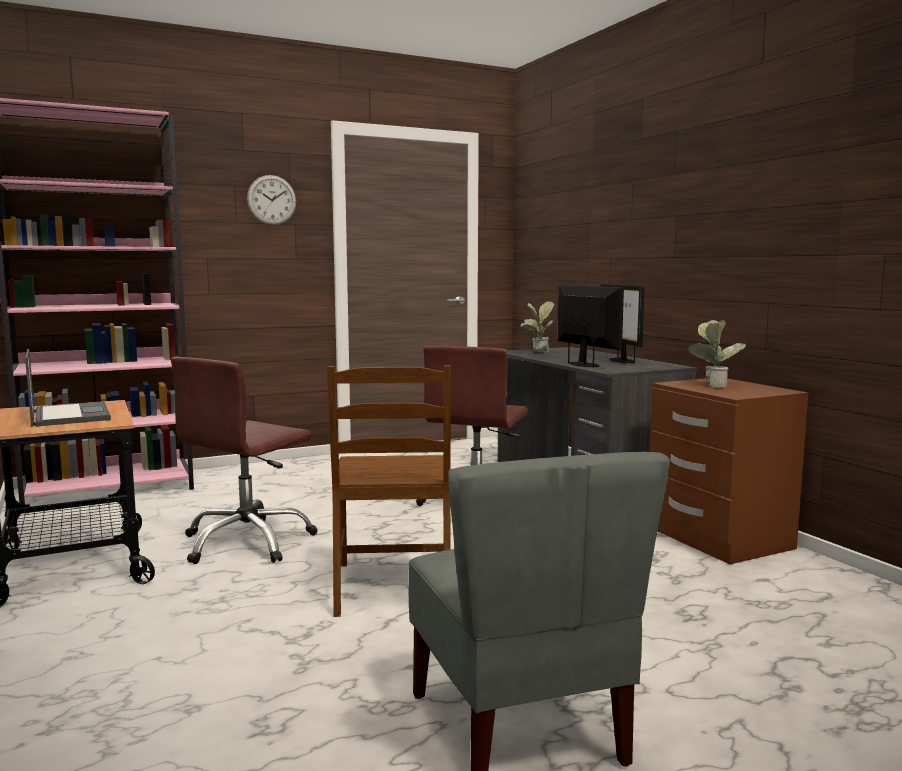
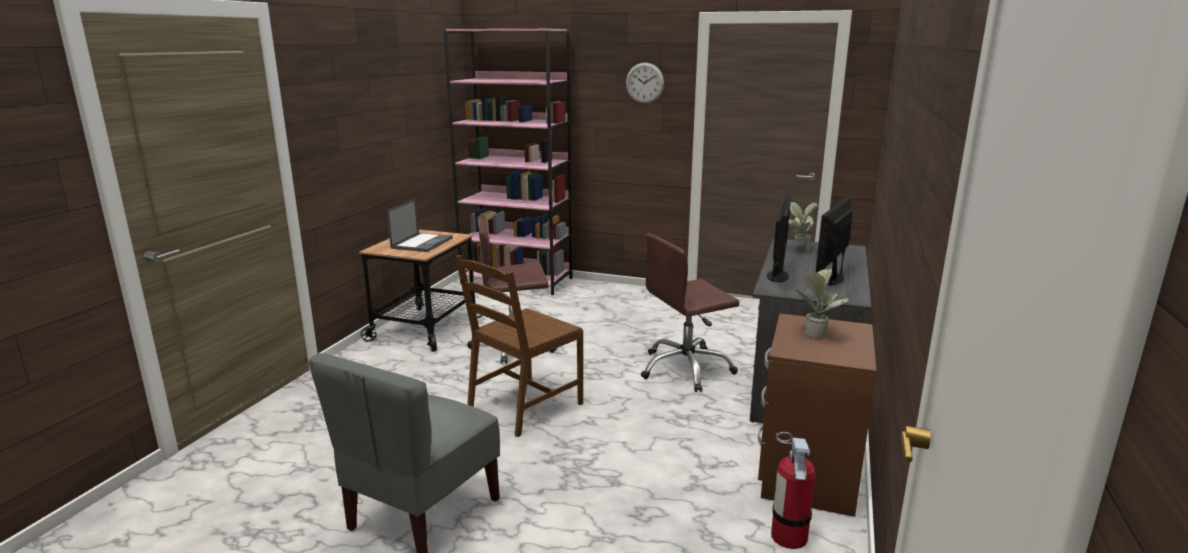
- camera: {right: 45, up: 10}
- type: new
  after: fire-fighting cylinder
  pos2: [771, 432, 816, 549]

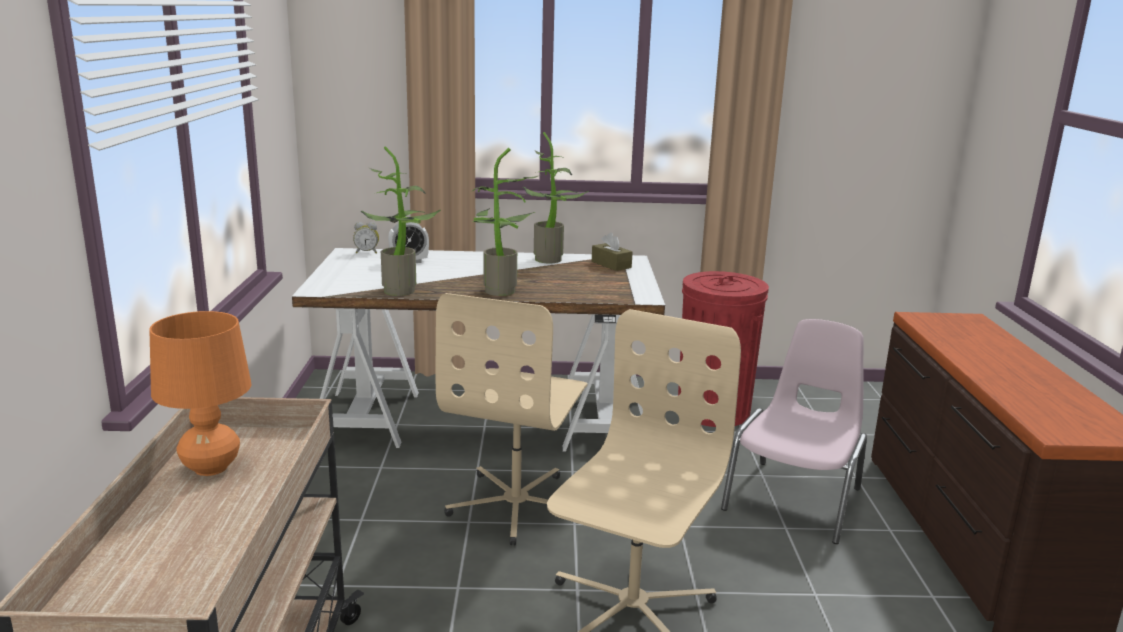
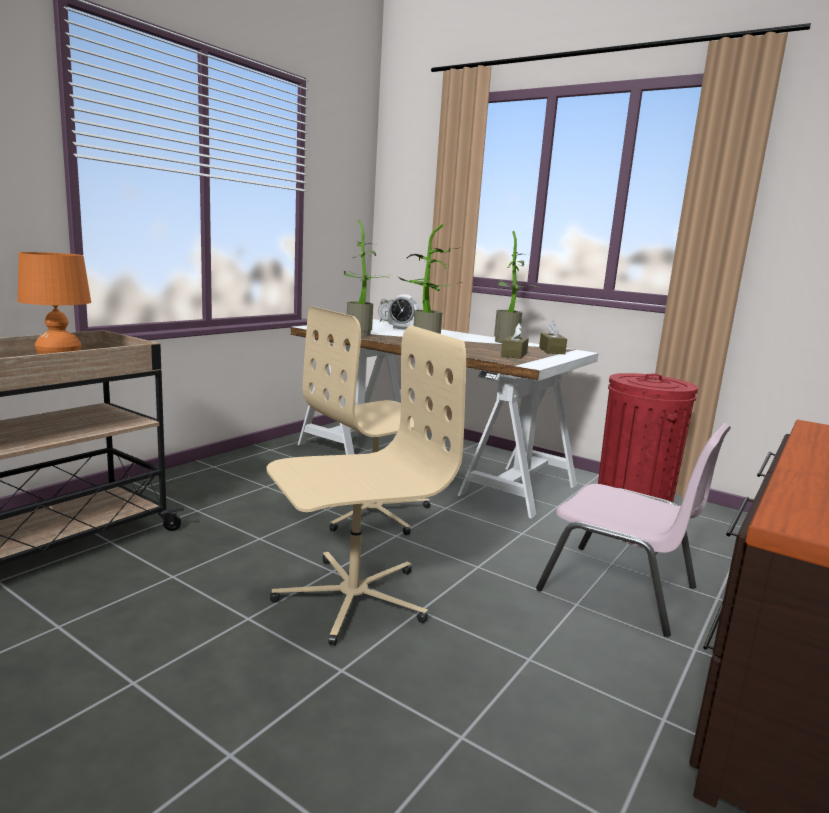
- camera: {right: 35, up: -5}
- type: rotated
  before: pinkish upright chair
  pos1: [721, 319, 867, 544]
  pos2: [536, 423, 731, 637]
  turn: 60
- type: new
  after: brown box of tissues
  pos2: [501, 323, 529, 359]

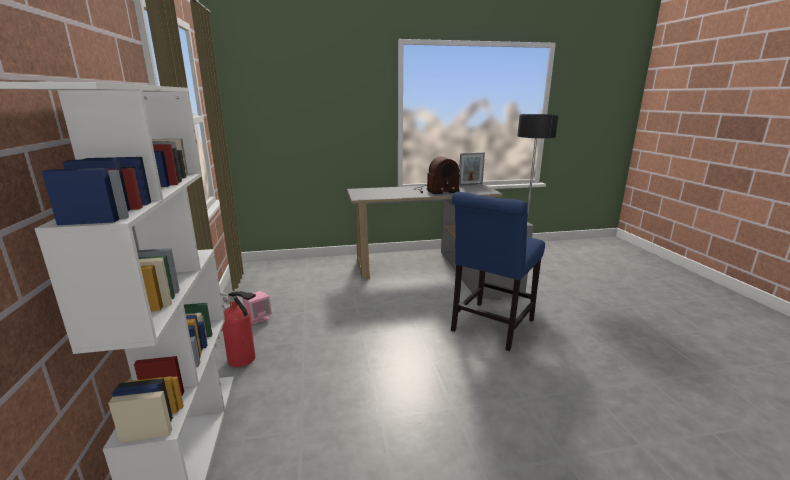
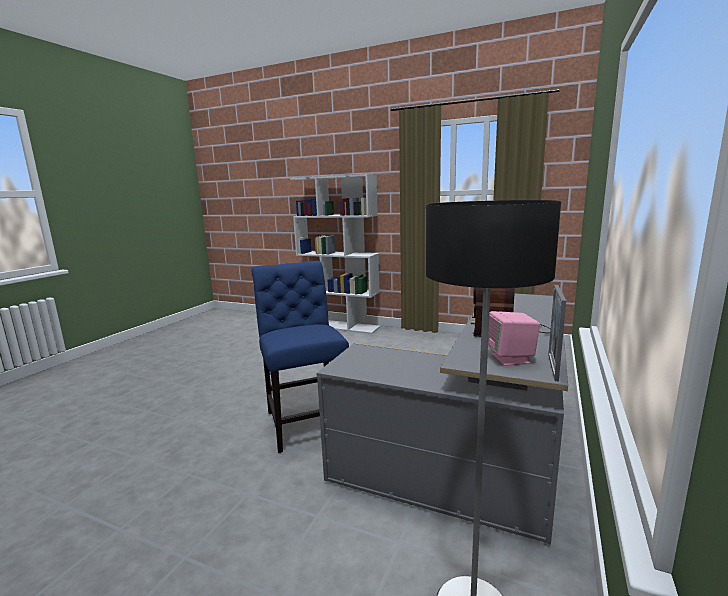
- camera: {right: 125, up: -5}
- type: gone
  before: fire-fighting cylinder
  pos1: [221, 291, 256, 367]
- type: shifted
  before: pinkish audio speaker
  pos1: [242, 291, 272, 324]
  pos2: [488, 311, 540, 366]

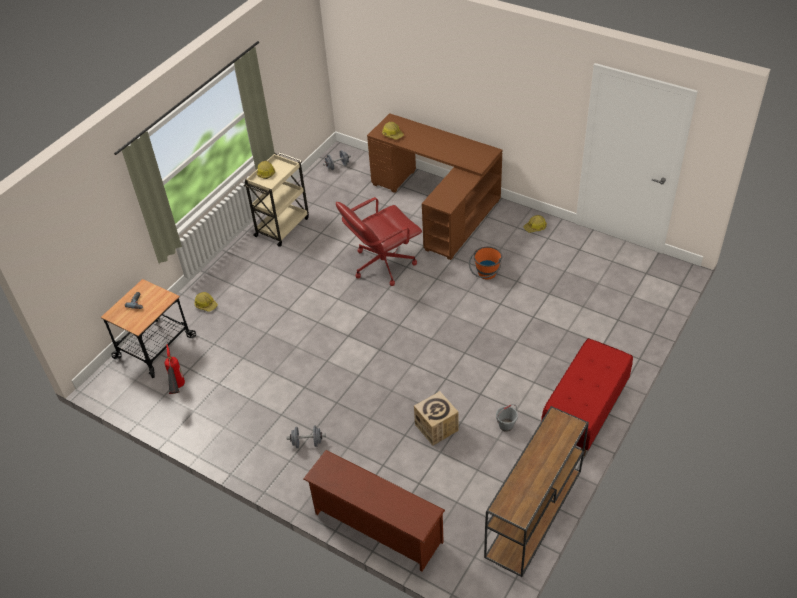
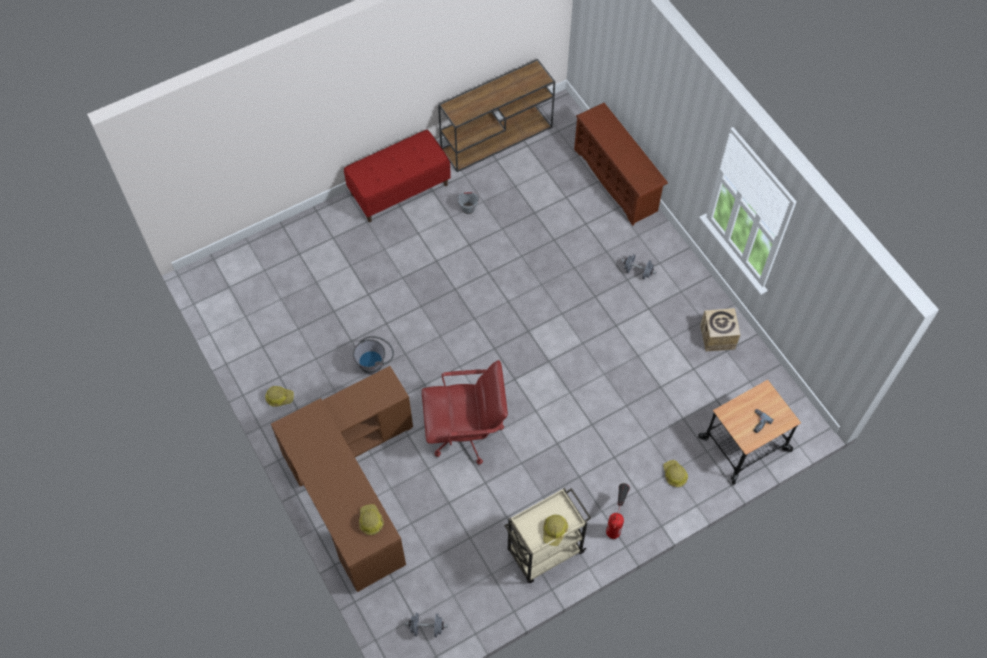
- camera: {right: -155, up: 15}
- type: shifted
  before: fire-fighting cylinder
  pos1: [165, 344, 185, 394]
  pos2: [606, 483, 630, 539]
- type: shifted
  before: carton
  pos1: [414, 391, 459, 446]
  pos2: [700, 308, 741, 351]
- type: repainted
  before: orange water bucket
  after: grey water bucket
  pos1: [469, 246, 502, 279]
  pos2: [353, 336, 394, 375]

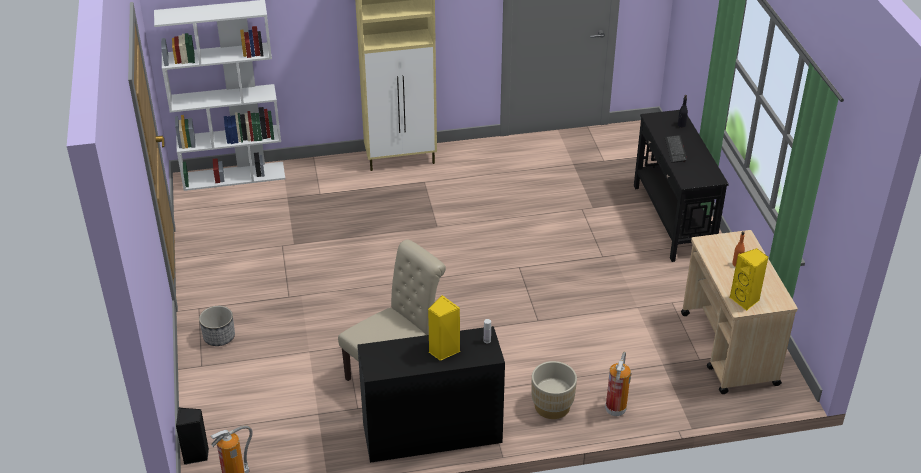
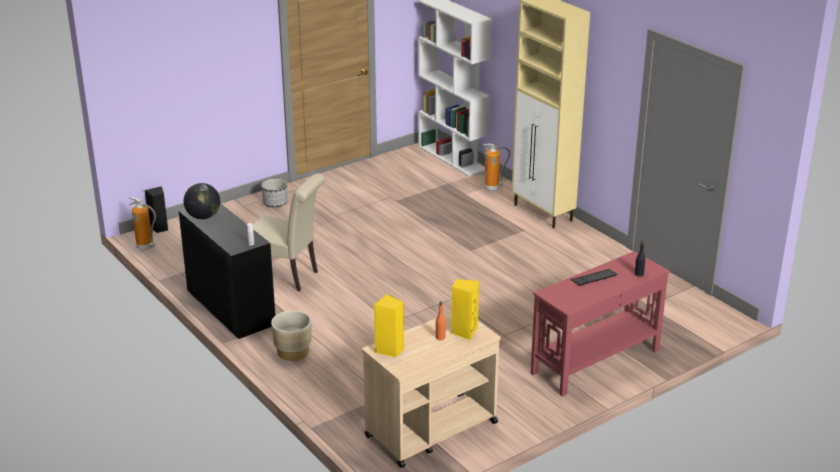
- camera: {right: 65, up: -10}
- type: shifted
  before: yellow-coloured audio speaker
  pos1: [428, 295, 460, 361]
  pos2: [451, 279, 479, 340]
- type: shifted
  before: fire-fighting cylinder
  pos1: [605, 352, 631, 416]
  pos2: [482, 143, 510, 191]
- type: repainted
  before: black console table
  after: reddish console table
  pos1: [634, 110, 729, 262]
  pos2: [530, 251, 670, 397]
- type: new
  after: globe
  pos2: [184, 183, 220, 219]

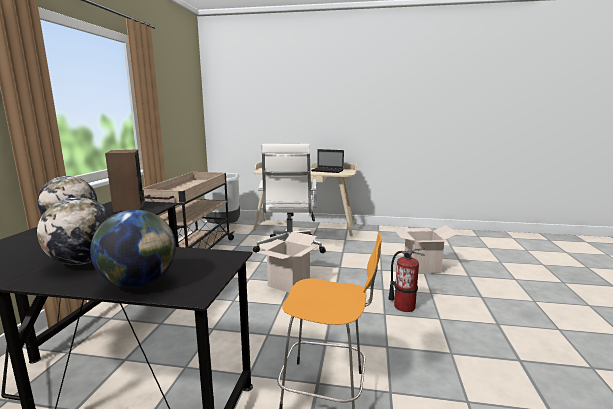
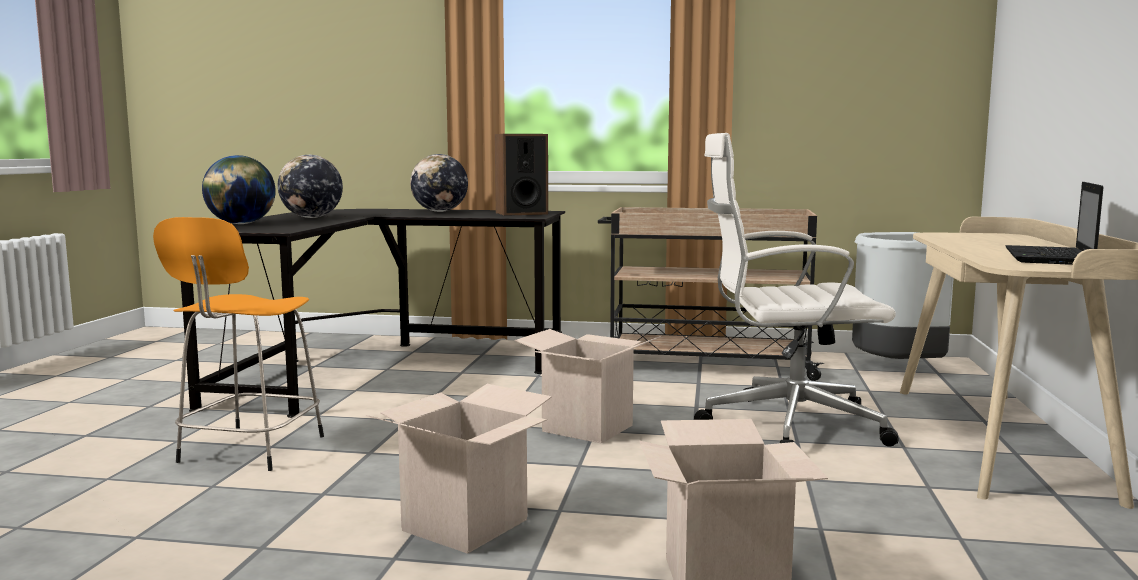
- camera: {right: 90, up: -5}
- type: swapped
  before: fire-fighting cylinder
  after: carton
  pos1: [389, 248, 425, 312]
  pos2: [366, 384, 552, 554]

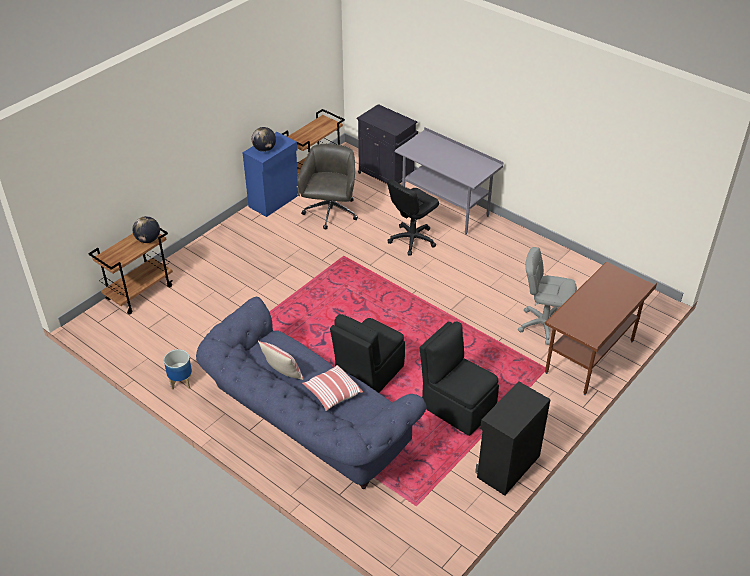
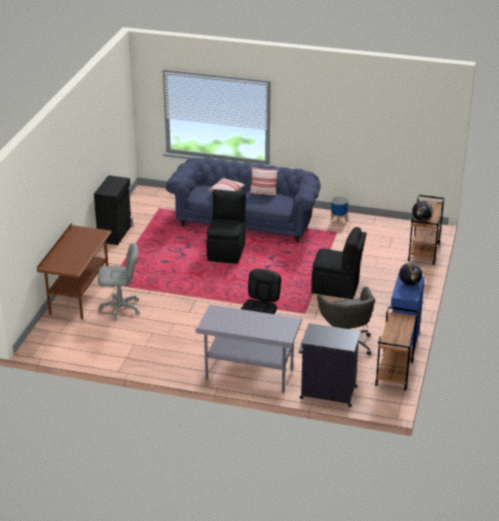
- camera: {right: 155, up: -10}
- type: shifted
  before: black upright chair
  pos1: [419, 321, 499, 436]
  pos2: [311, 227, 367, 299]

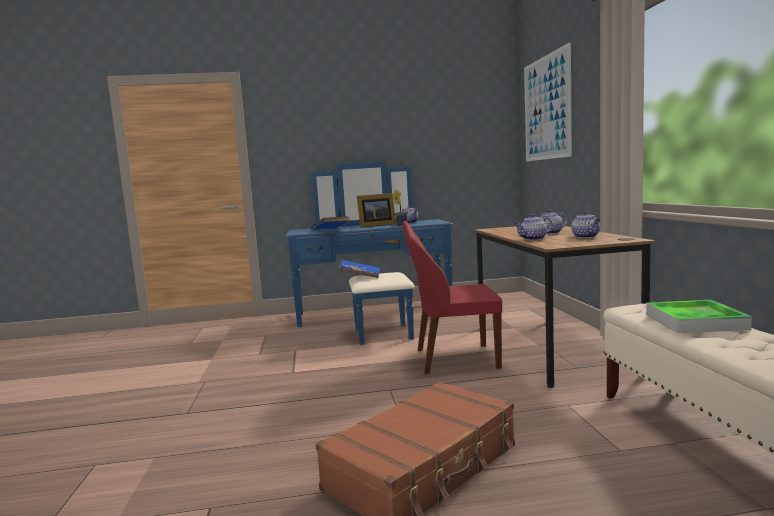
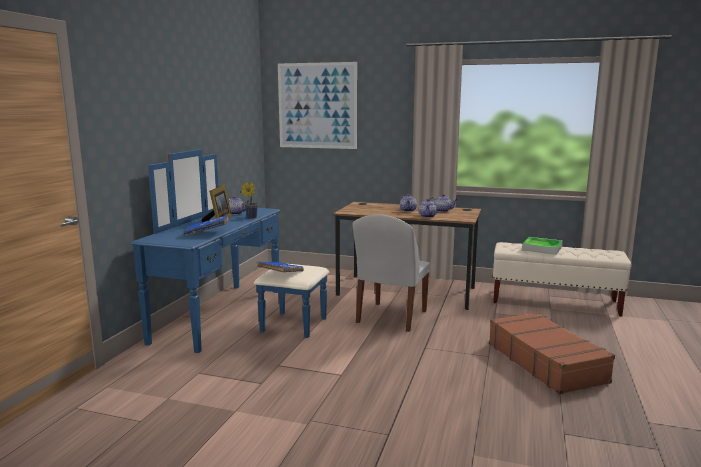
- camera: {right: -65, up: 5}
- type: repainted
  before: reddish upright chair
  after: whitish upright chair
  pos1: [403, 221, 502, 374]
  pos2: [353, 215, 430, 332]

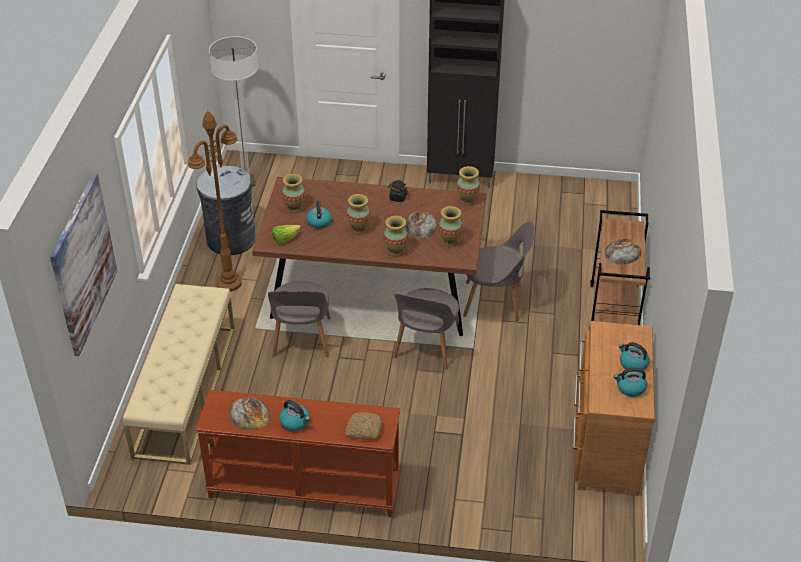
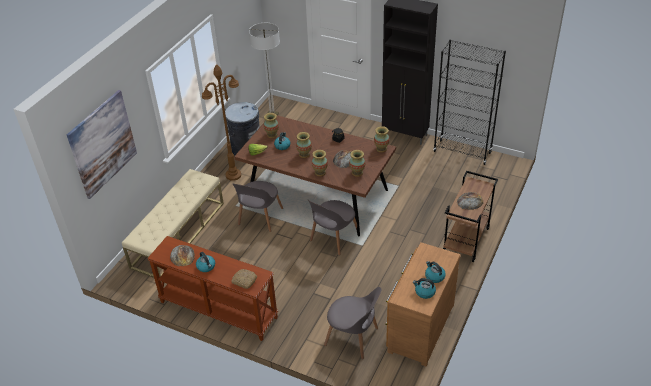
- camera: {right: 20, up: 0}
- type: shifted
  before: grey upright chair
  pos1: [463, 221, 535, 321]
  pos2: [324, 287, 381, 359]
- type: new
  after: black bookcase
  pos2: [433, 39, 506, 165]

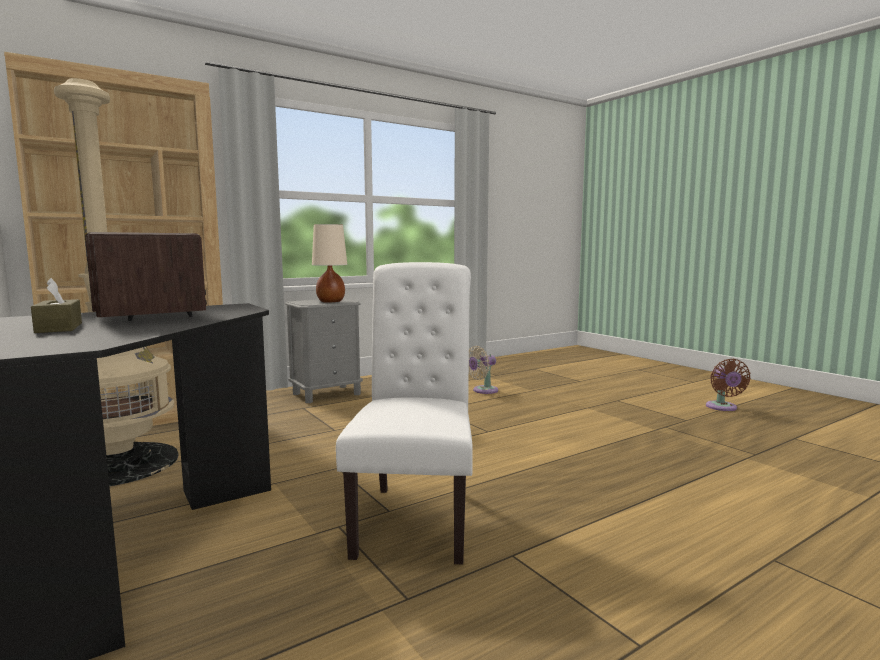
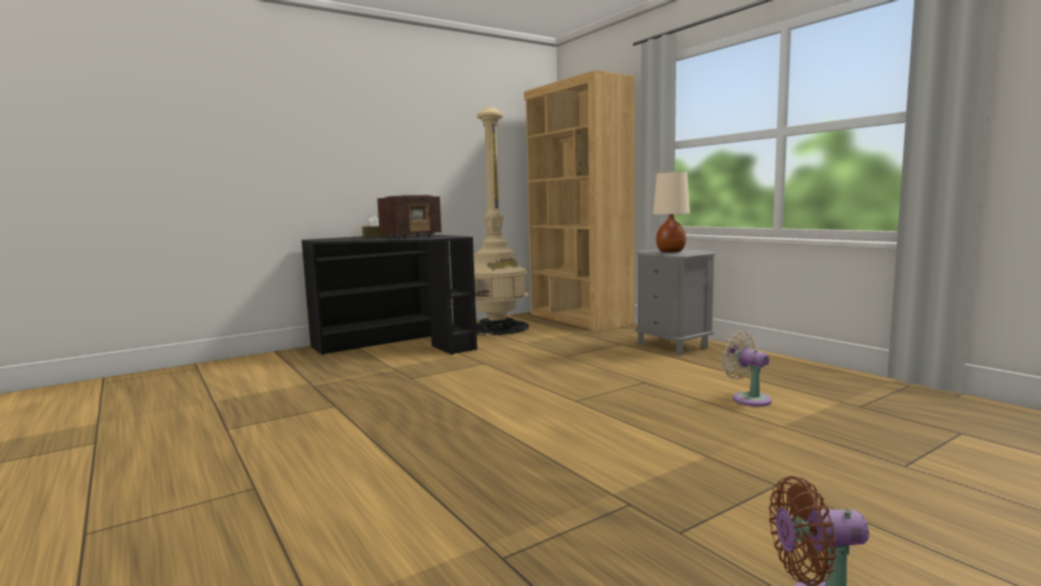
- camera: {right: 90, up: 0}
- type: gone
  before: whitish upright chair
  pos1: [336, 262, 473, 565]

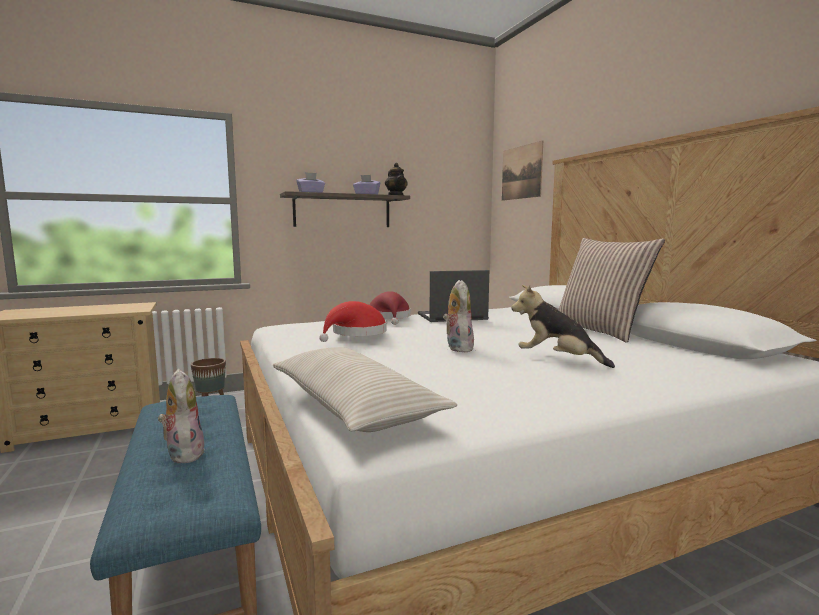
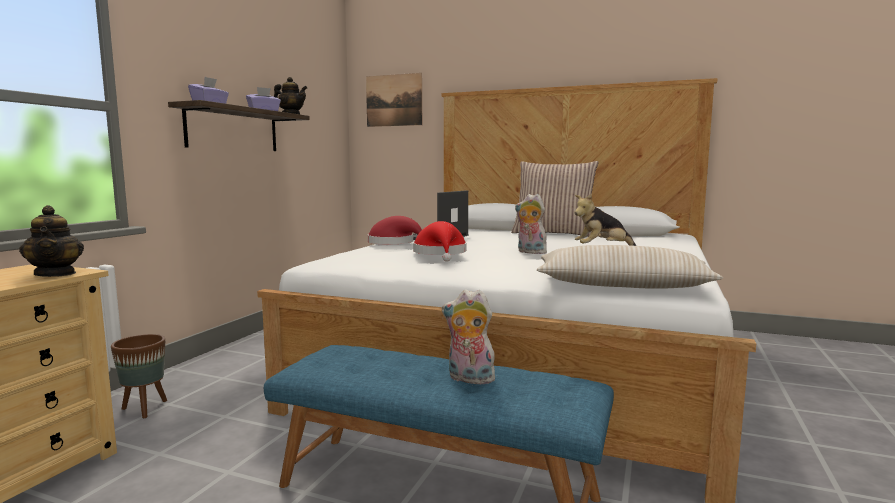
- camera: {right: -45, up: 0}
- type: new
  after: tea pot
  pos2: [19, 205, 84, 277]

